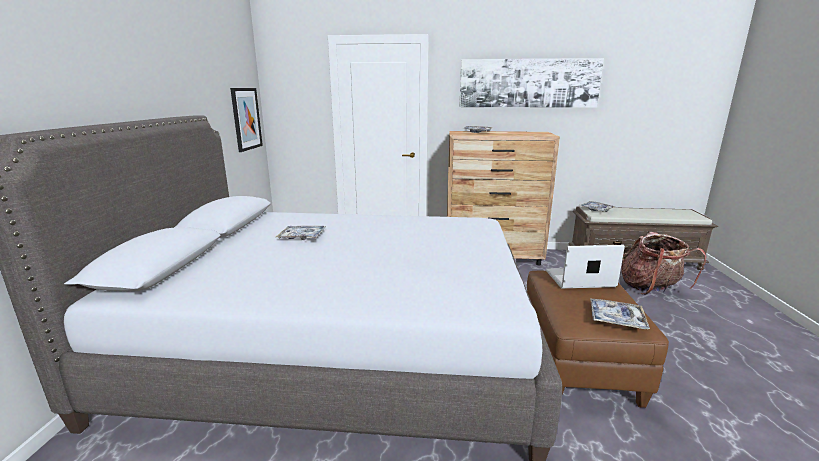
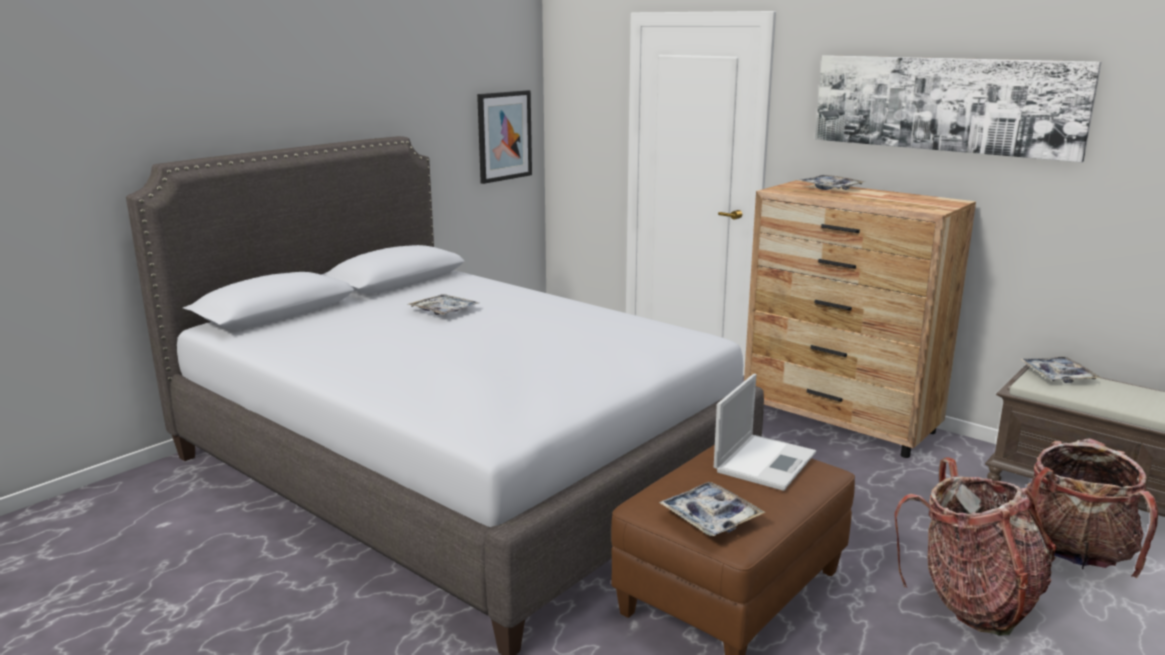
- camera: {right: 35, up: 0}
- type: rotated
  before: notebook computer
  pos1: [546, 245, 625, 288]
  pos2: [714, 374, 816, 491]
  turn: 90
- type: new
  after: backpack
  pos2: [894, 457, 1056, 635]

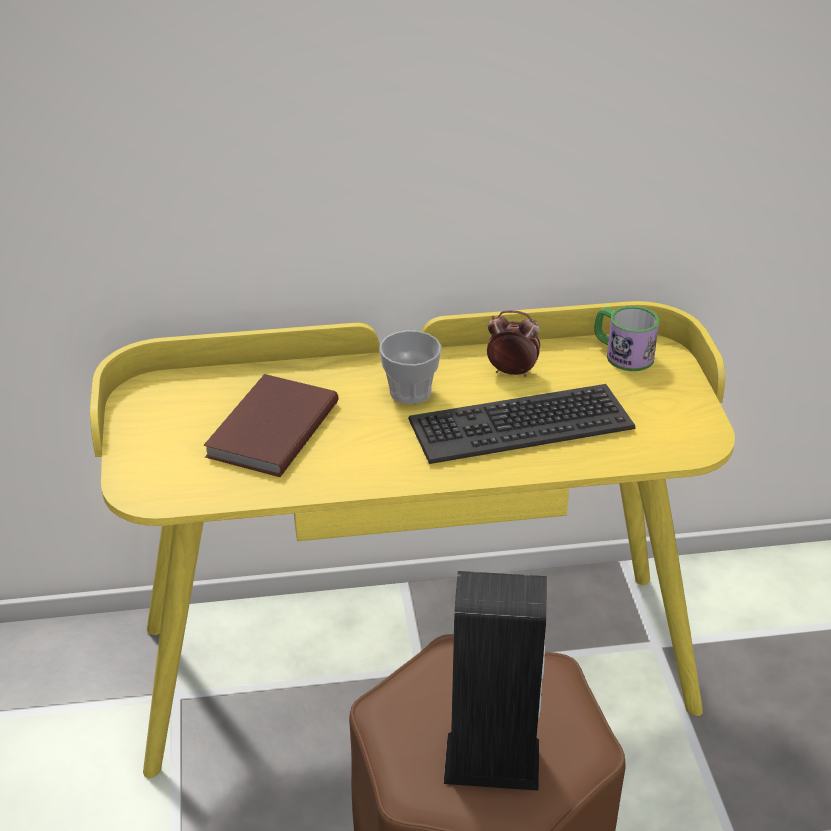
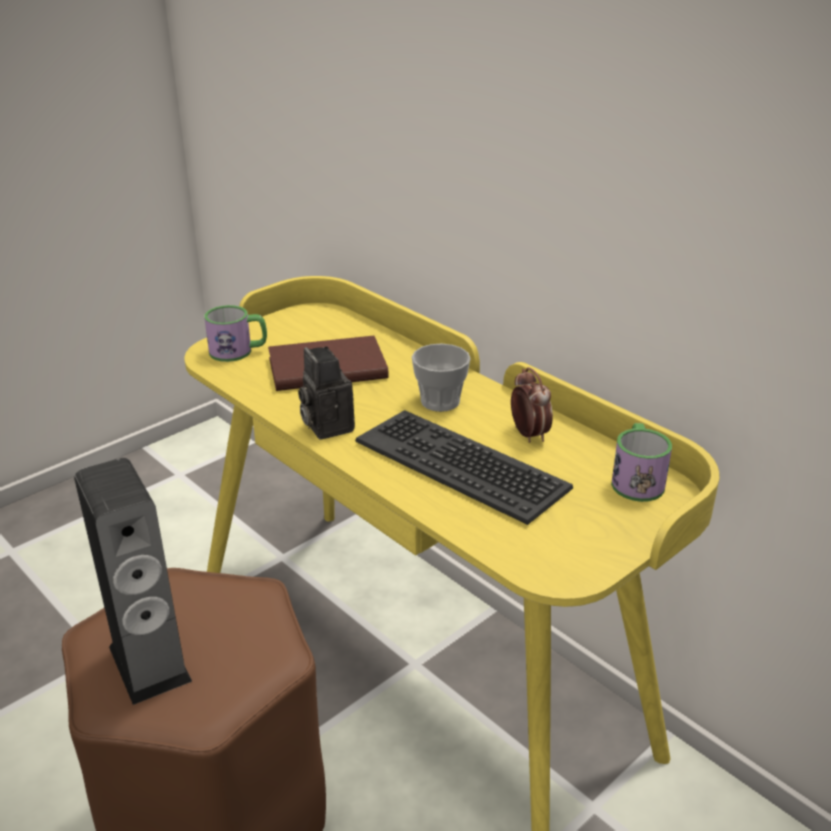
- camera: {right: 55, up: -5}
- type: new
  after: coffee mug
  pos2: [204, 305, 267, 362]
- type: new
  after: photo camera
  pos2: [298, 346, 355, 440]

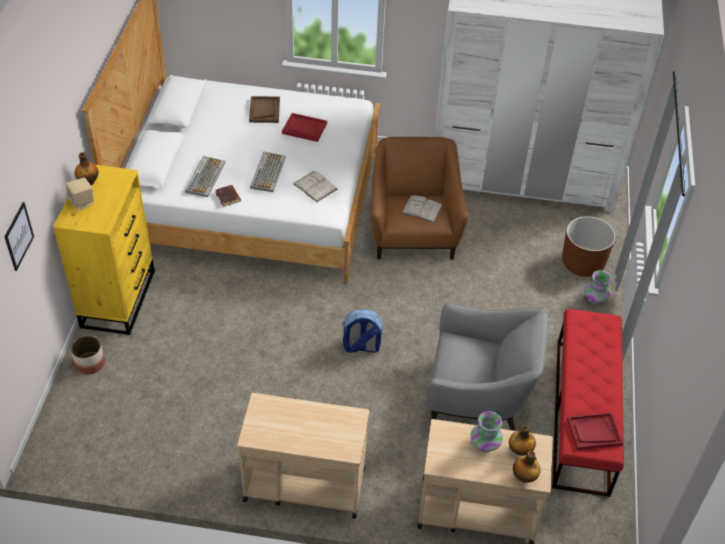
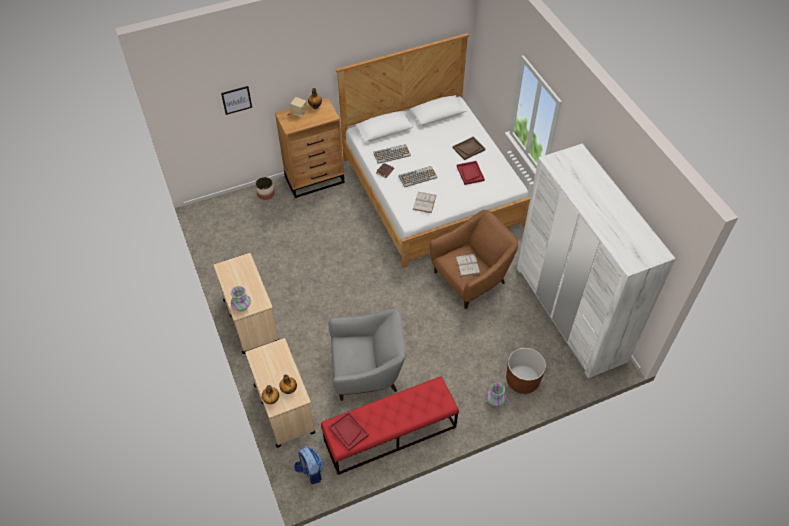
- camera: {right: 60, up: 5}
- type: repainted
  before: yellow-coloured chest of drawers
  after: brown chest of drawers
  pos1: [53, 165, 155, 335]
  pos2: [275, 98, 345, 198]
- type: shifted
  before: backpack
  pos1: [343, 309, 382, 353]
  pos2: [294, 446, 324, 484]
- type: rotated
  before: grey easy chair
  pos1: [427, 302, 548, 431]
  pos2: [329, 308, 406, 401]
  turn: -75
- type: shifted
  before: decorative vase
  pos1: [470, 411, 503, 452]
  pos2: [231, 286, 251, 311]

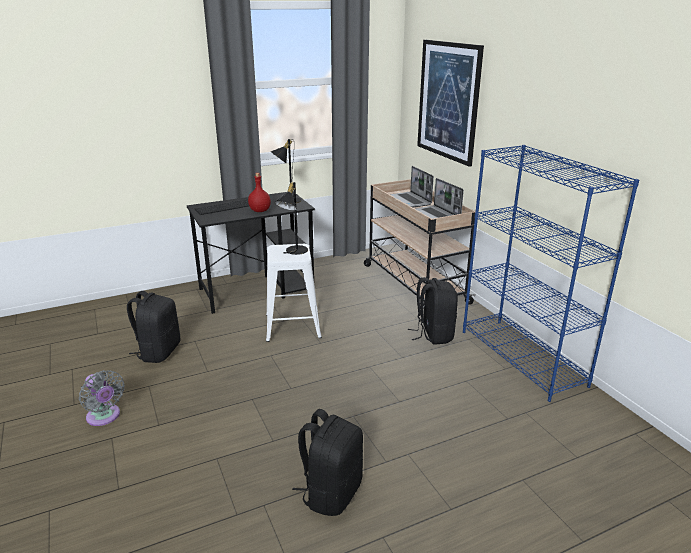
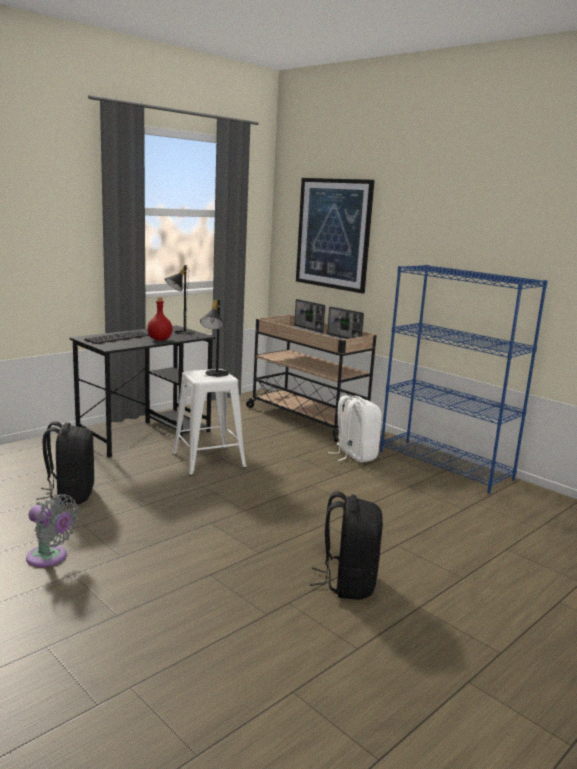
- camera: {right: -20, up: -10}
- type: repainted
  before: black backpack
  after: whitish backpack
  pos1: [408, 277, 458, 345]
  pos2: [328, 396, 382, 463]

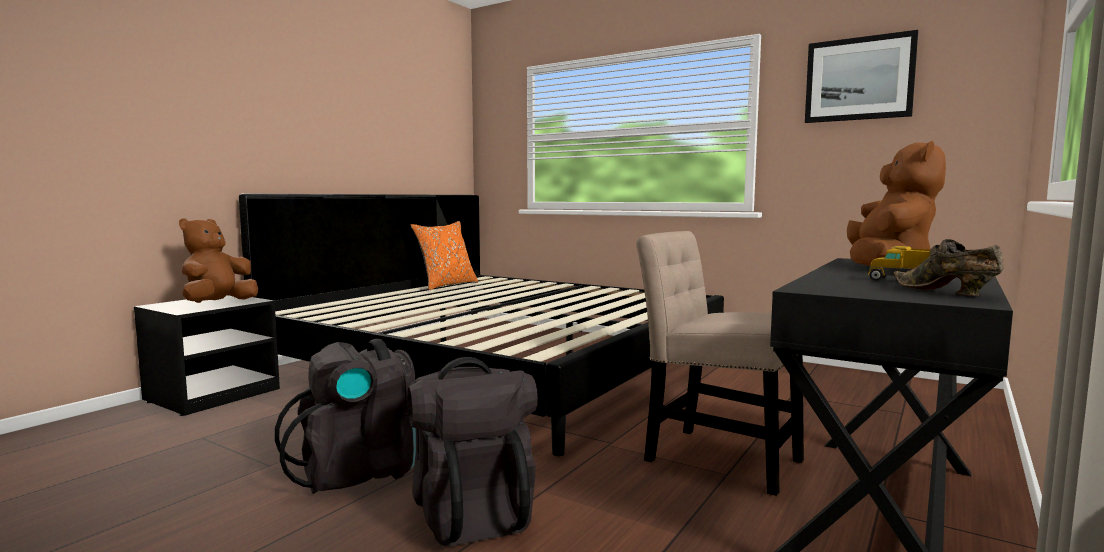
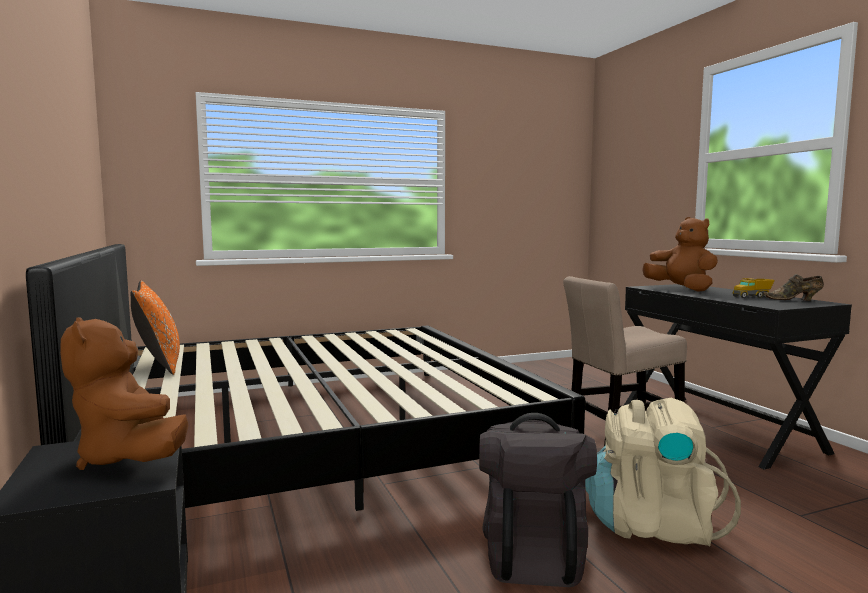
- camera: {right: -55, up: 0}
- type: repainted
  before: black backpack
  after: beige backpack
  pos1: [408, 357, 538, 546]
  pos2: [585, 398, 741, 546]
- type: gone
  before: picture
  pos1: [805, 30, 918, 123]

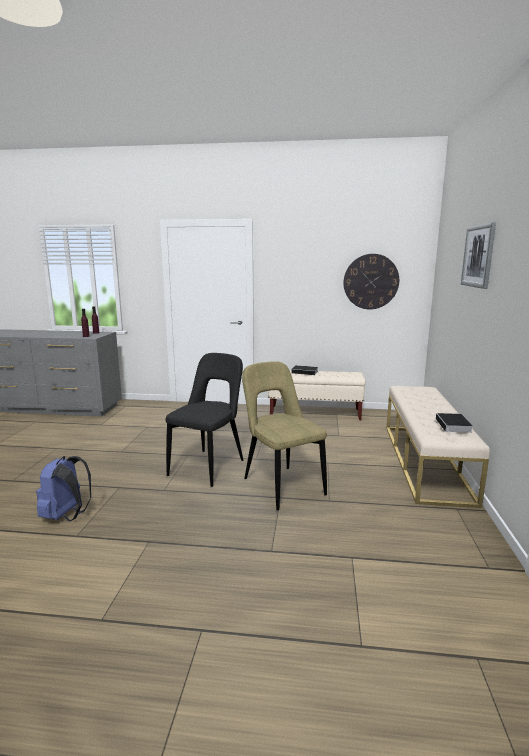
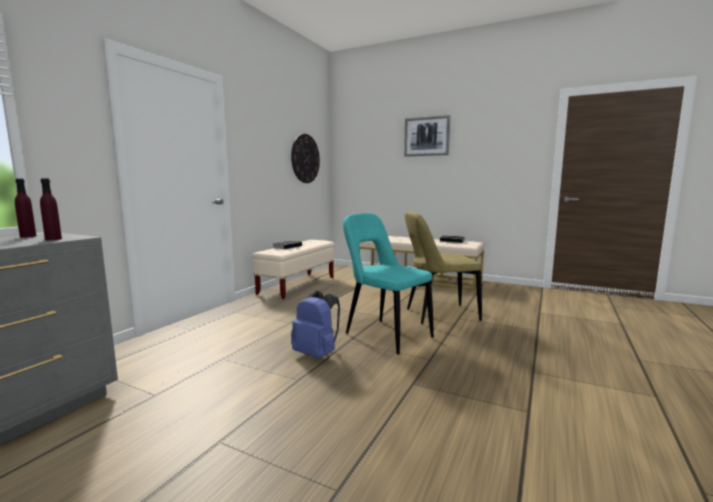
- camera: {right: -70, up: -5}
- type: shifted
  before: bluish backpack
  pos1: [36, 456, 91, 521]
  pos2: [291, 291, 340, 359]
- type: repainted
  before: black upright chair
  after: turquoise-coloured upright chair
  pos1: [166, 353, 244, 487]
  pos2: [343, 213, 434, 354]

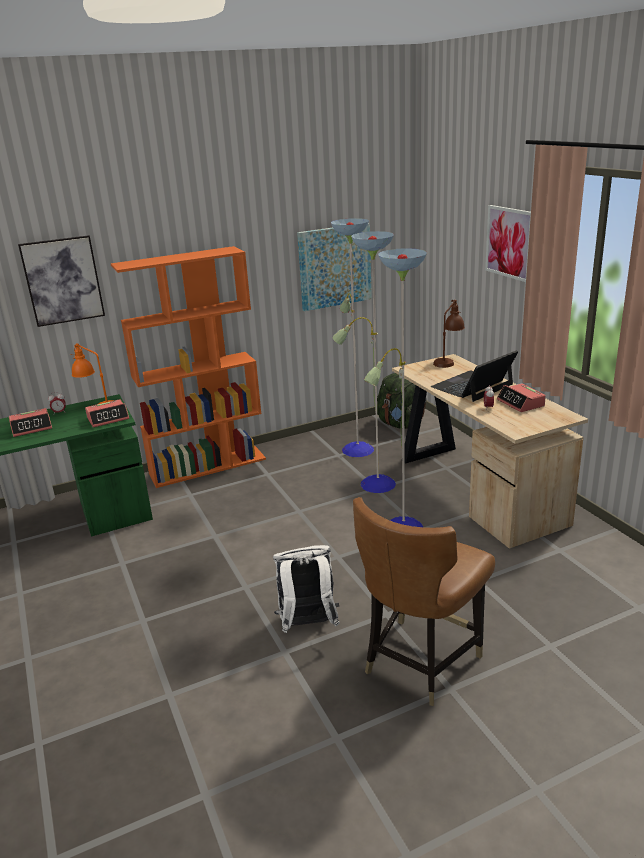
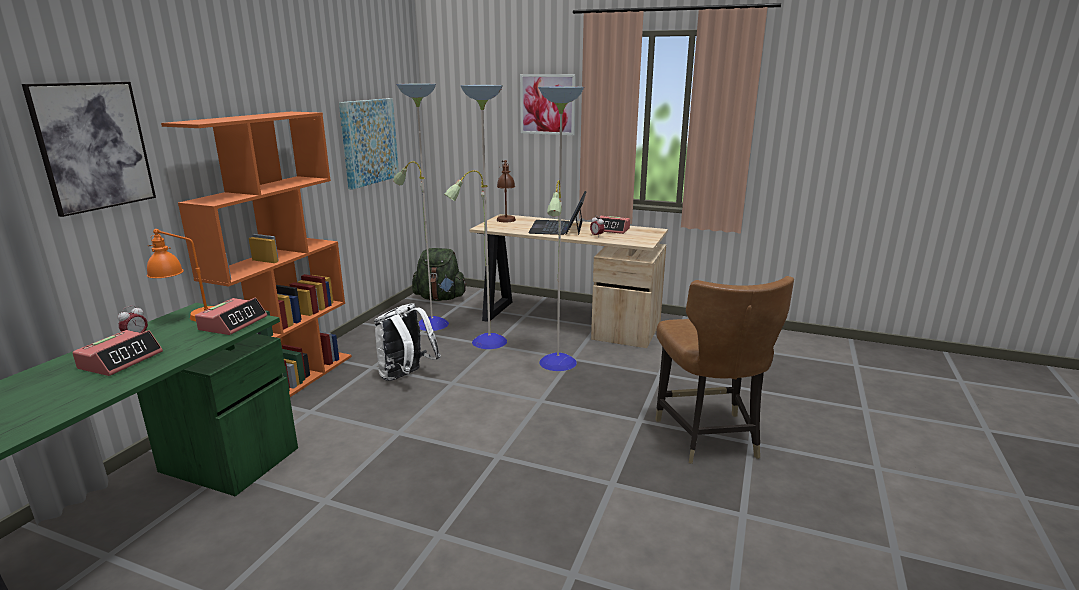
- camera: {right: -45, up: -5}
- type: shifted
  before: whitish backpack
  pos1: [273, 545, 340, 633]
  pos2: [374, 303, 441, 381]

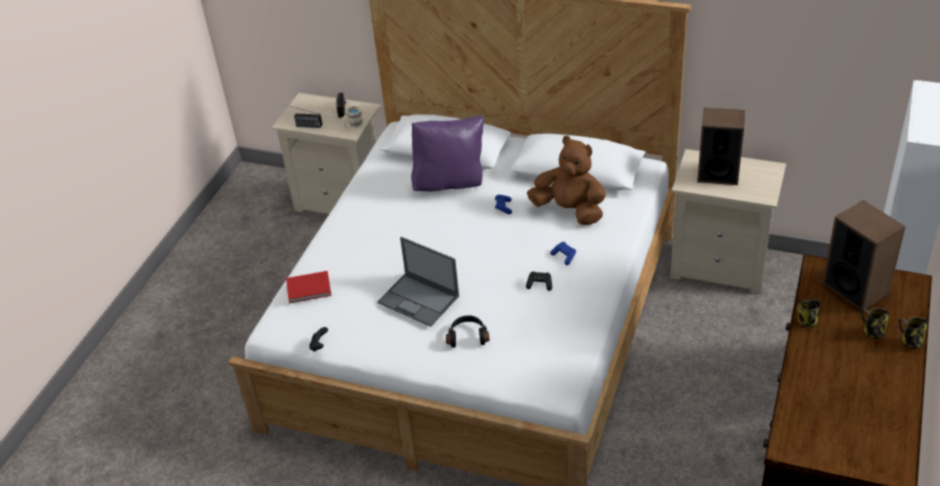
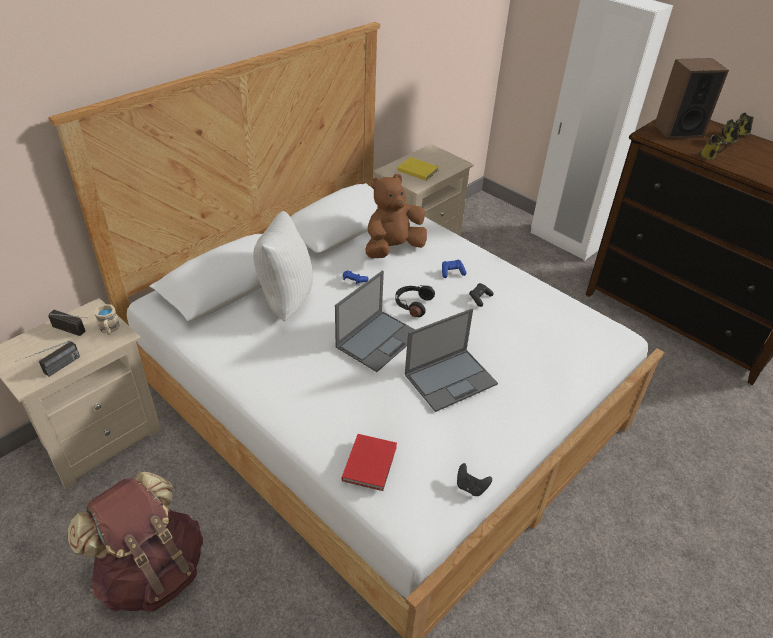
- camera: {right: -70, up: 0}
- type: repainted
  before: purple-coloured pillow
  after: whitish pillow
  pos1: [411, 116, 484, 192]
  pos2: [253, 211, 313, 321]
- type: shifted
  before: black pair of headphones
  pos1: [446, 315, 490, 348]
  pos2: [395, 285, 435, 317]
- type: swapped
  before: audio speaker
  after: yellow-coloured bound book
  pos1: [697, 108, 745, 185]
  pos2: [397, 157, 439, 181]
- type: new
  after: brown backpack
  pos2: [68, 472, 203, 612]
- type: new
  after: notebook computer
  pos2: [335, 271, 415, 372]

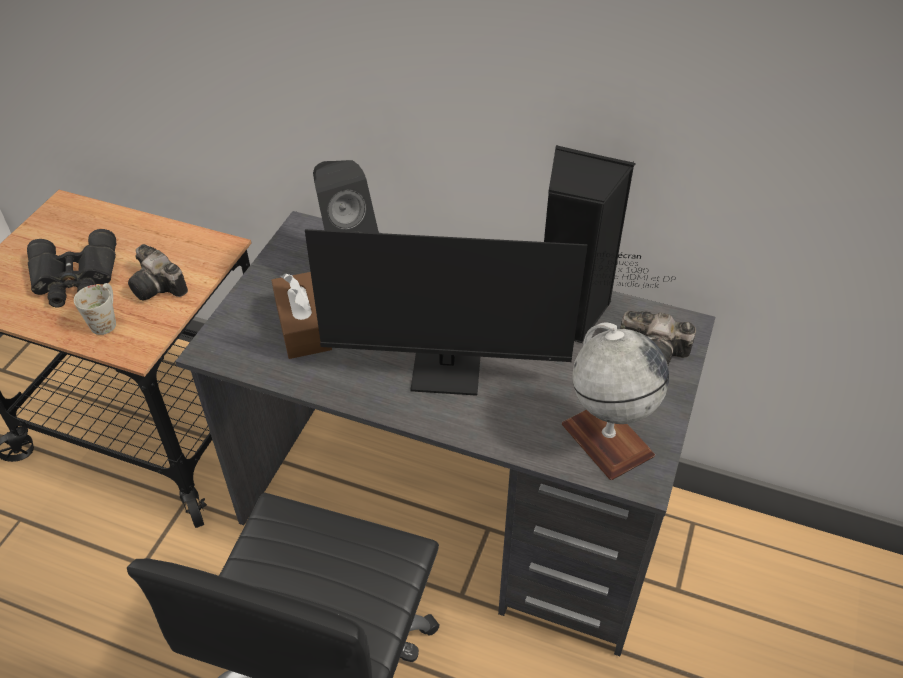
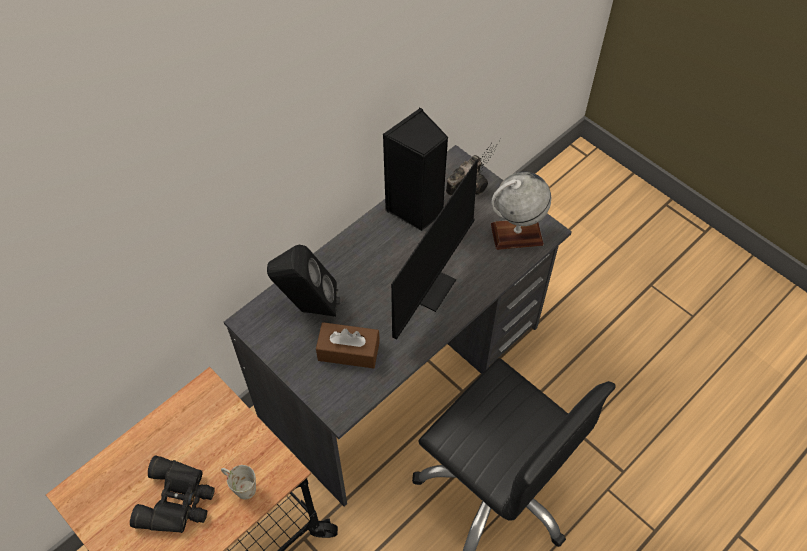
- camera: {right: -65, up: 10}
- type: gone
  before: photo camera
  pos1: [128, 244, 188, 300]

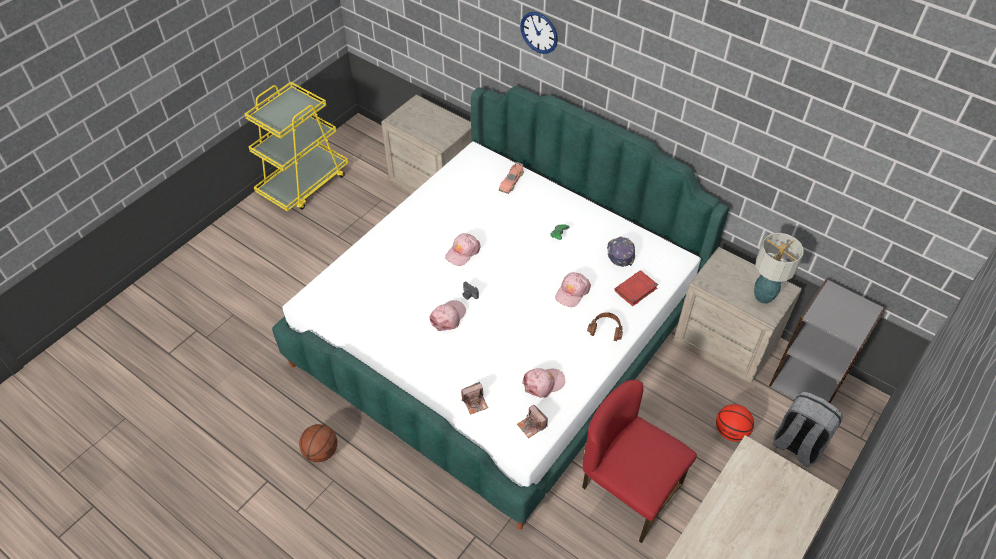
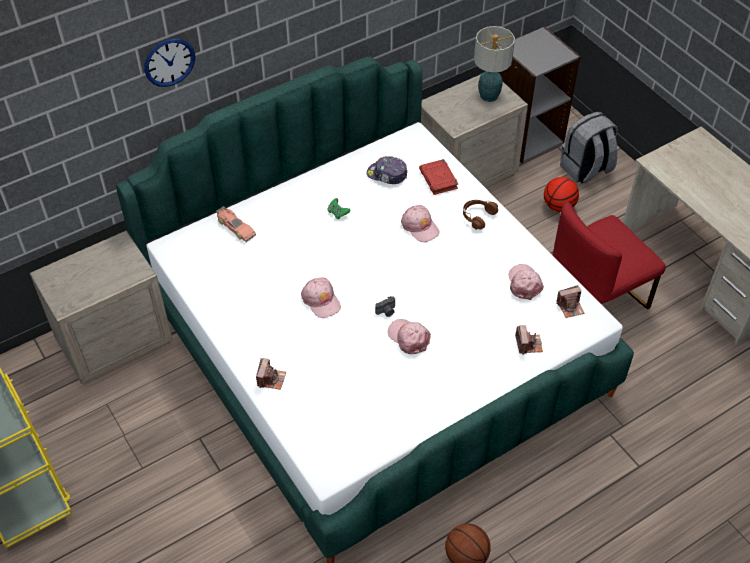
- camera: {right: -70, up: 0}
- type: new
  after: photo camera
  pos2: [256, 358, 286, 390]

